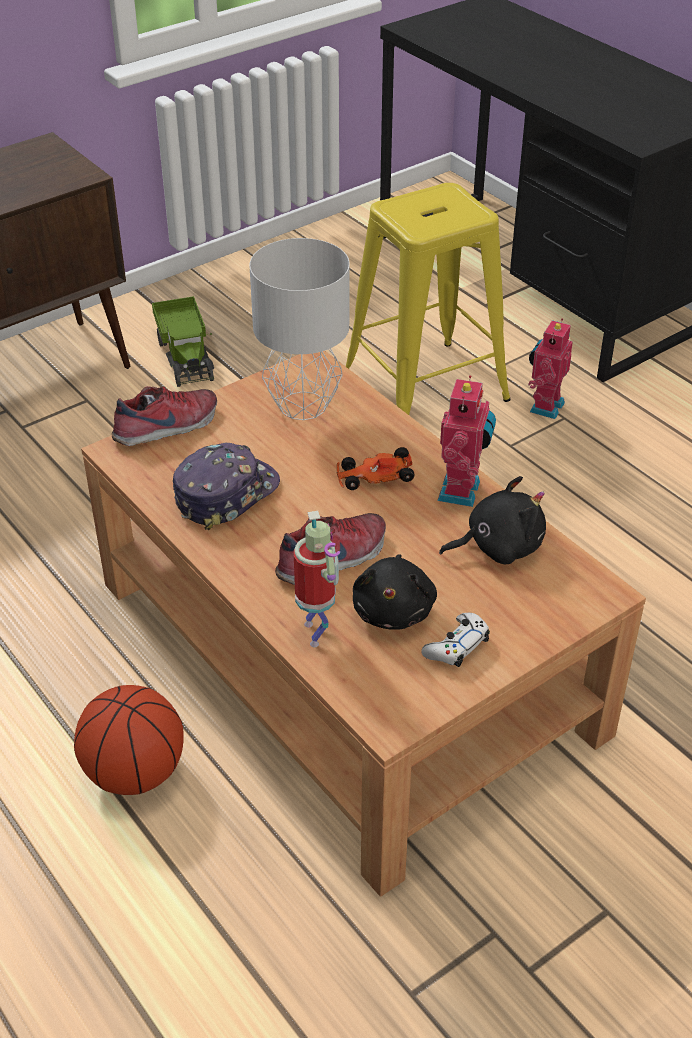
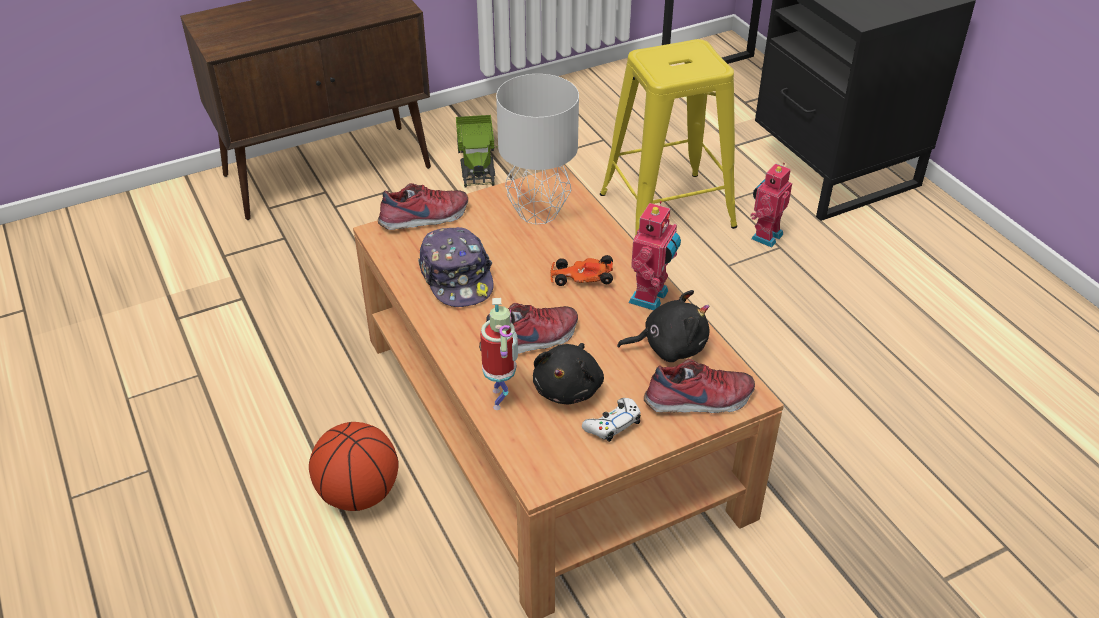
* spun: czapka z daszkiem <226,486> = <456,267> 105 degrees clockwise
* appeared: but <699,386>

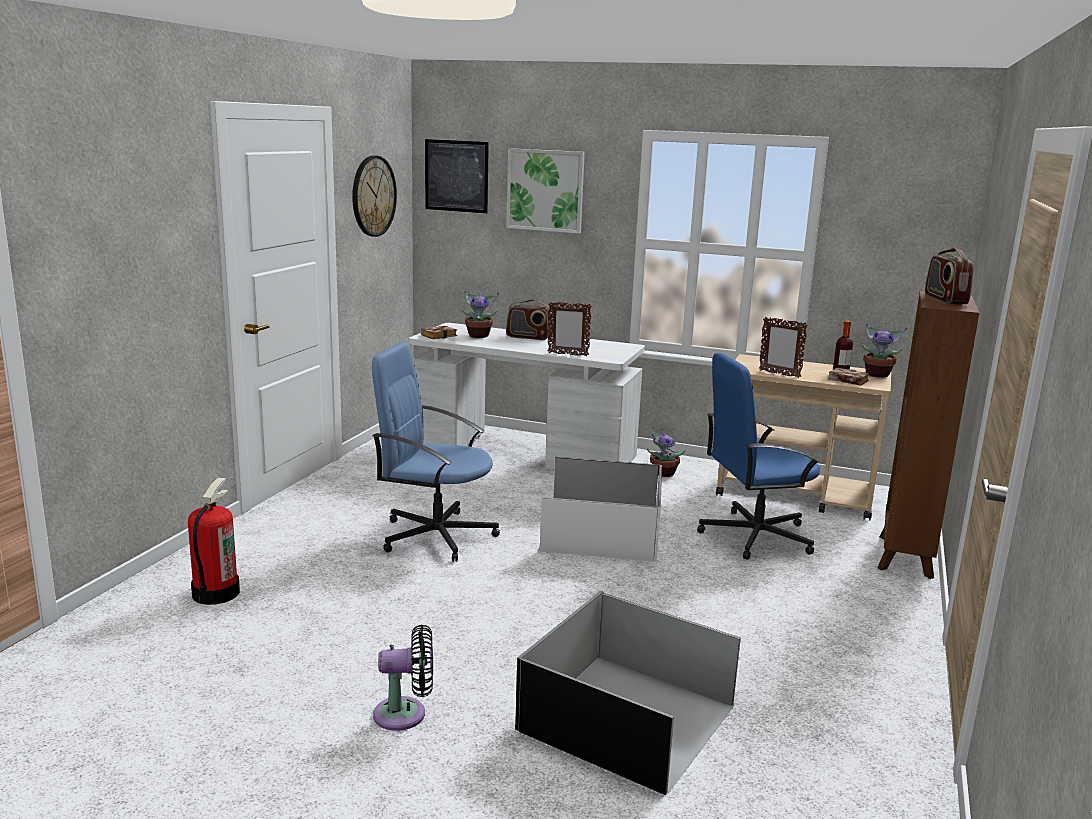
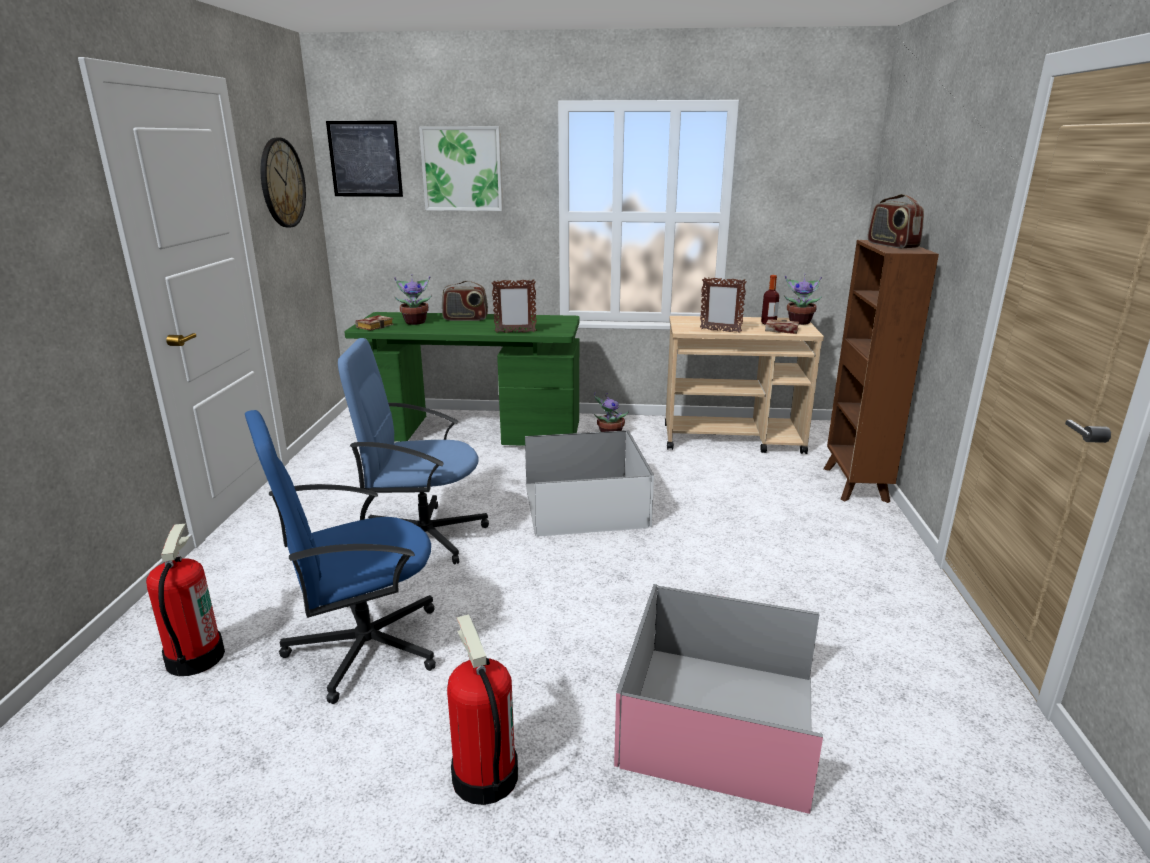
* relocated: krzesło biurowe (niebieski) <758,456> to <340,557>
* colour: biurko (biały) <527,396> to biurko (zielony) <462,379>
* exchanged: wentylator (czarny) <403,677> to gaśnica <482,709>
* colour: pojemnik do przechowywania (czarny) <628,693> to pojemnik do przechowywania (różowy) <718,699>

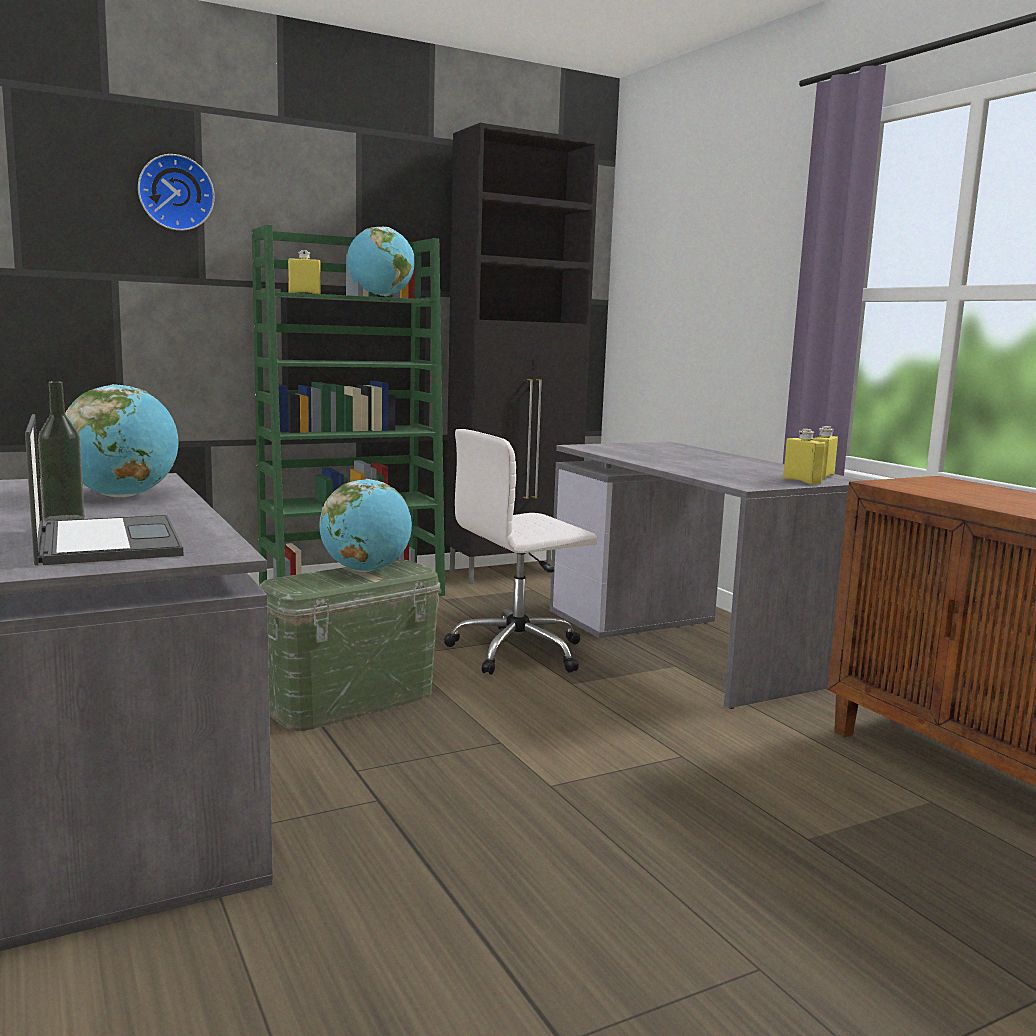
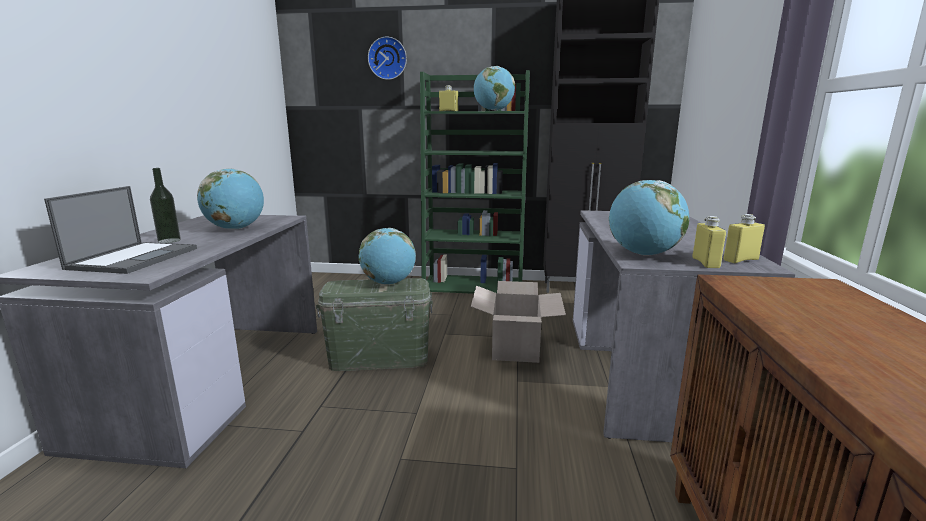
* exchanged: krzesło biurowe (biały) <520,552> to karton <518,322>
* appeared: globus <649,218>

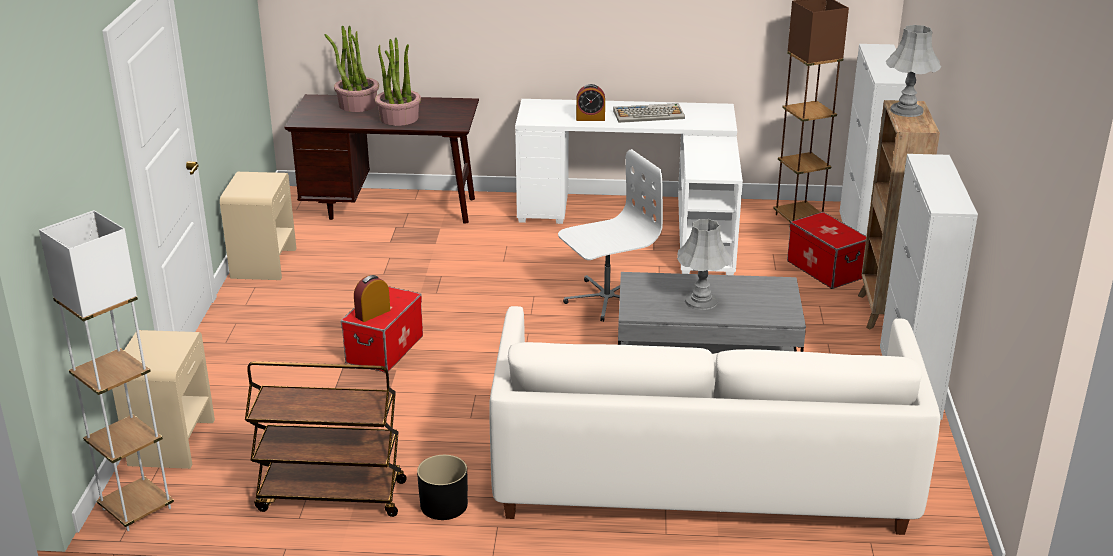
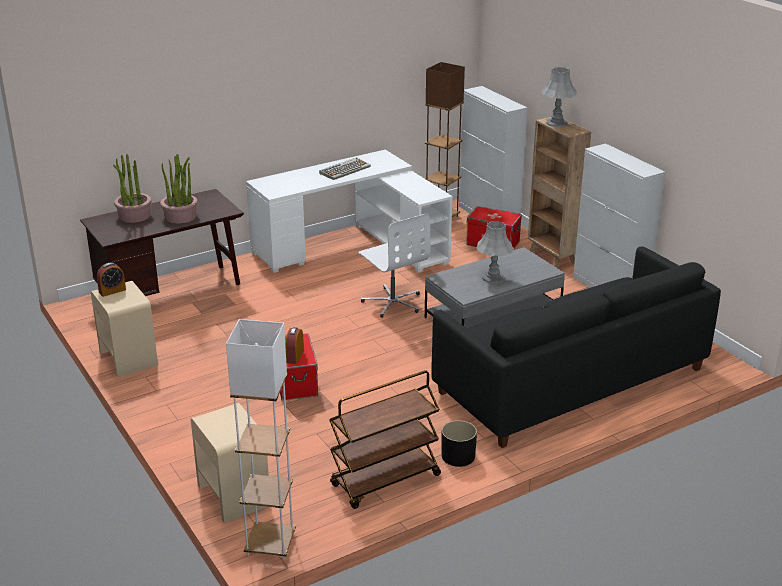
* relocated: budzik <590,102> to <111,280>
* spun: krzesło biurowe (biały) <610,235> = <394,265> 120 degrees clockwise
* colour: kanapa (biały) <714,420> to kanapa (czarny) <576,347>

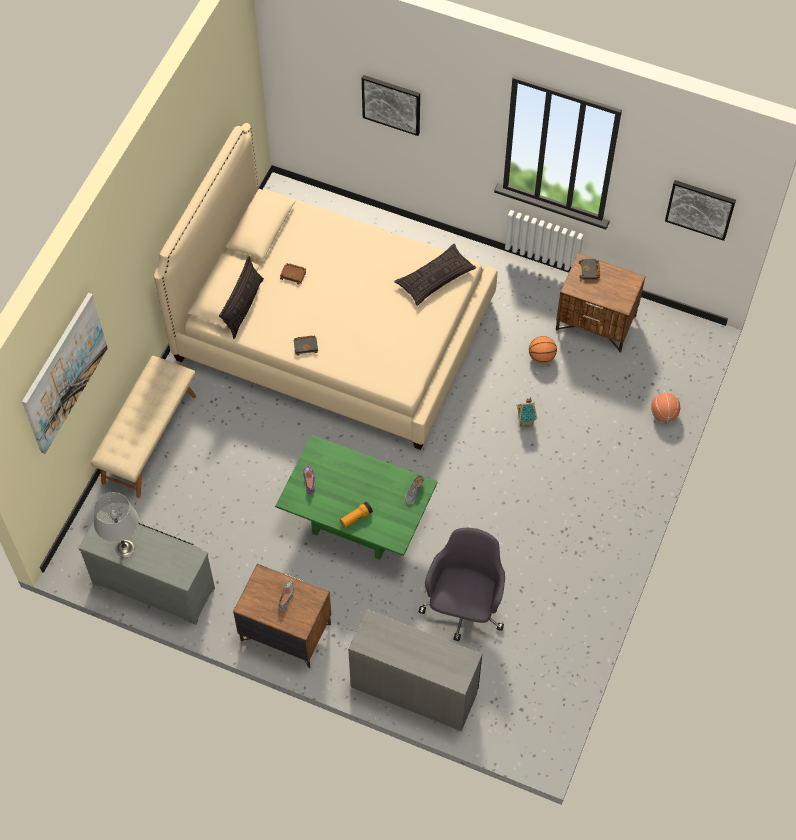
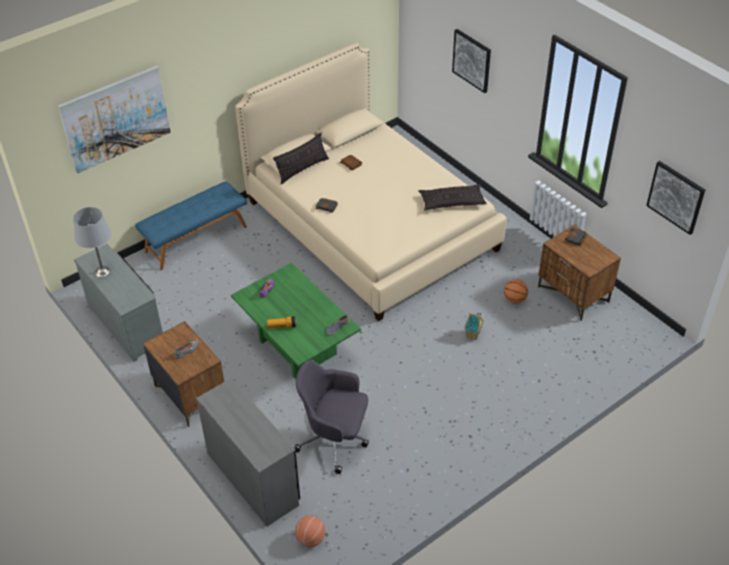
* colour: ławka (beżowy) <143,426> to ławka (niebieski) <191,225>
* spun: krzesło biurowe (szary) <462,584> = <331,417> 120 degrees counterclockwise
* relocated: piłka do koszykówki <665,407> to <310,531>

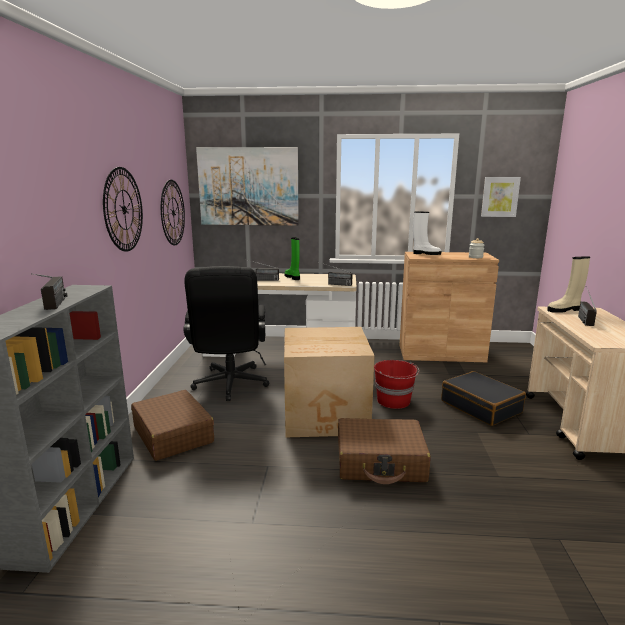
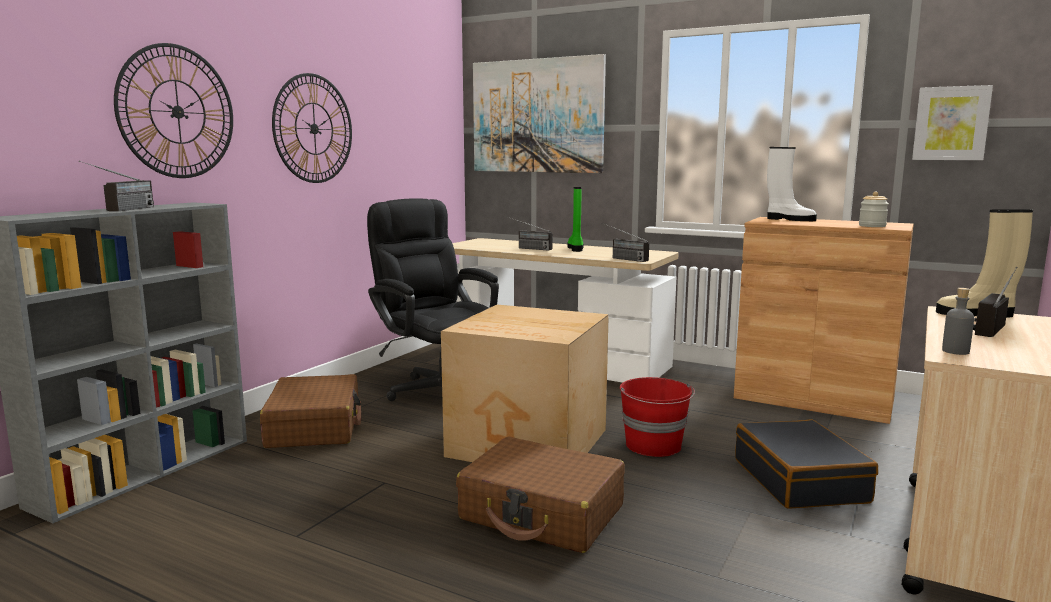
* relocated: zegar ścienny <173,212> to <173,110>
* spun: krzesło biurowe (czarny) <226,333> = <433,299> 120 degrees clockwise
* appeared: butelka (szary) <958,321>

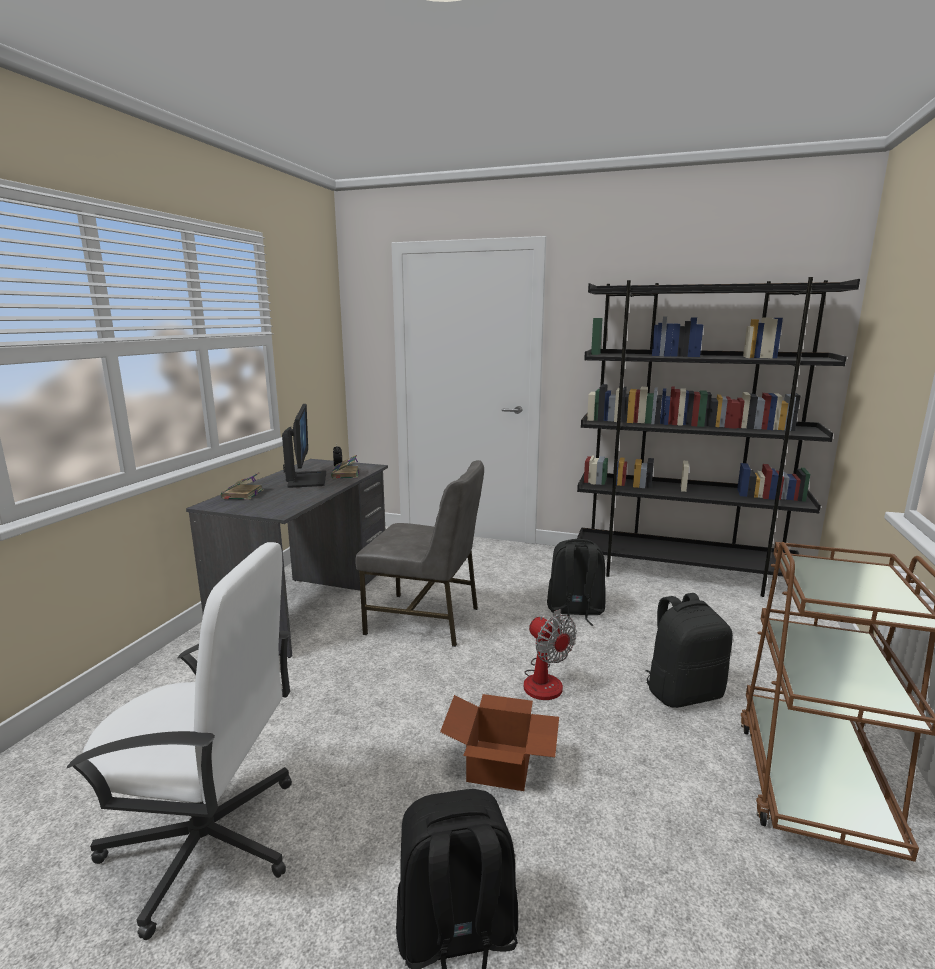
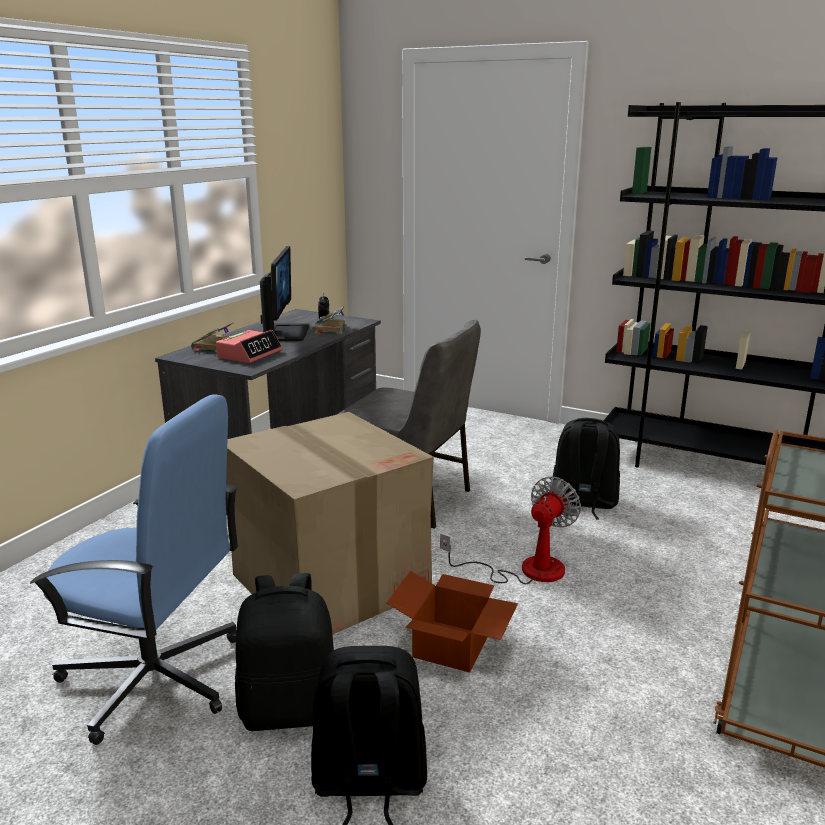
* colour: krzesło biurowe (biały) <179,741> to krzesło biurowe (niebieski) <134,570>
* appeared: budzik <249,346>
* appeared: karton <330,523>
* relocated: plecak (czarny) <689,650> to <284,652>
* spun: wentylator <550,654> = <510,530> 120 degrees counterclockwise

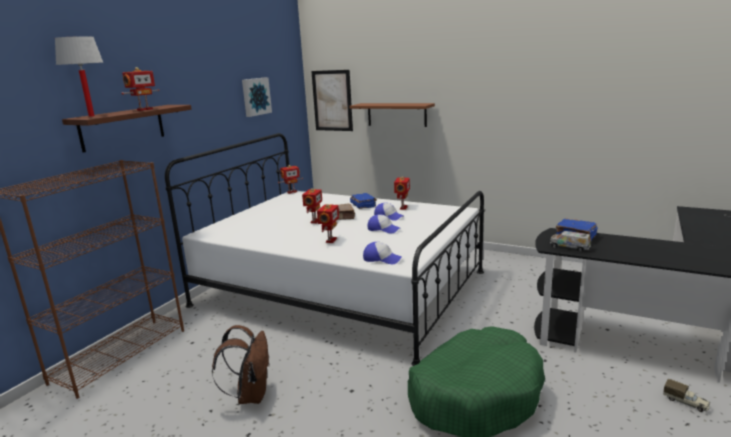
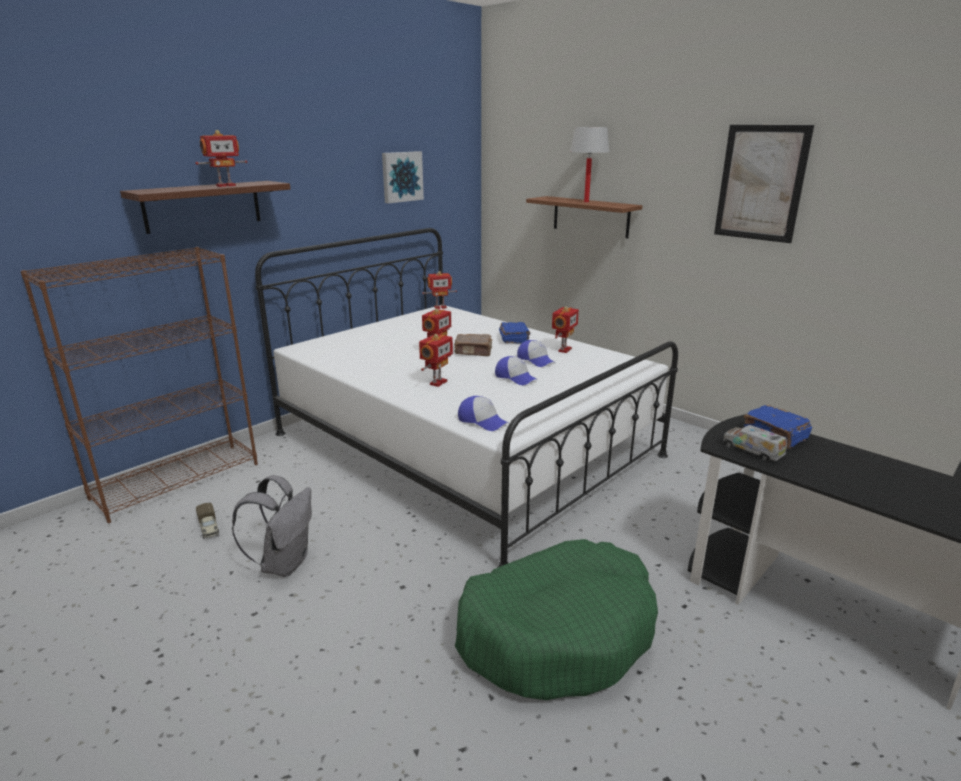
* relocated: ciężarówka zabawkowa <686,395> to <207,520>
* colour: plecak (brązowy) <241,364> to plecak (szary) <272,526>
* relocated: lampa stołowa (biały) <79,76> to <590,164>
* relocated: obraz <332,100> to <764,184>

